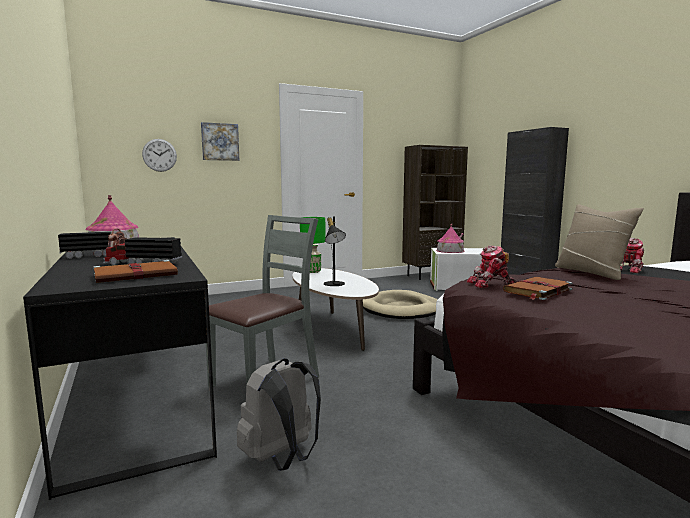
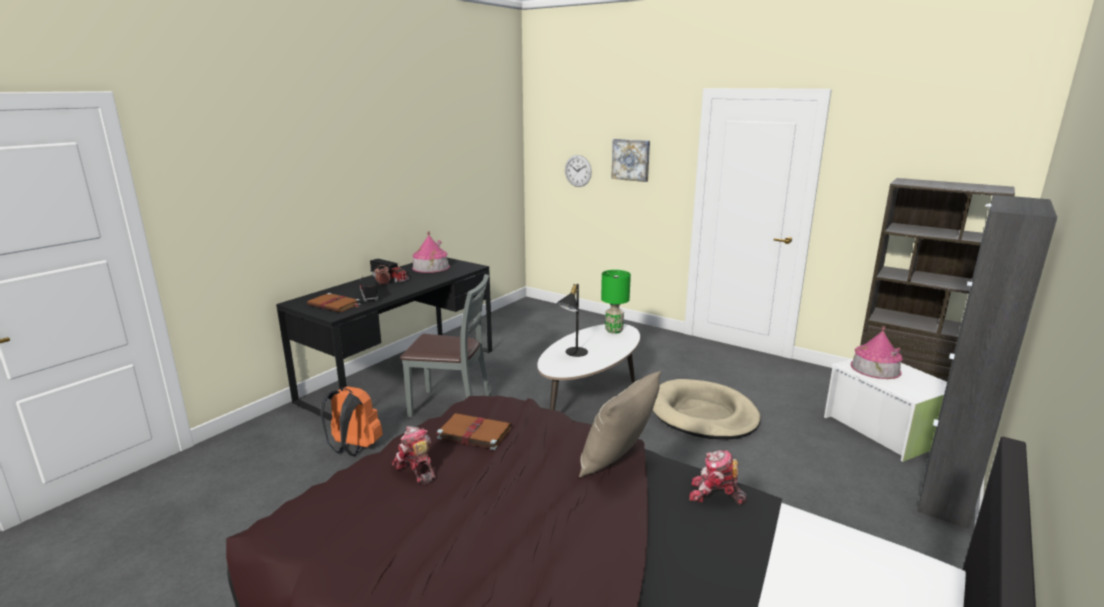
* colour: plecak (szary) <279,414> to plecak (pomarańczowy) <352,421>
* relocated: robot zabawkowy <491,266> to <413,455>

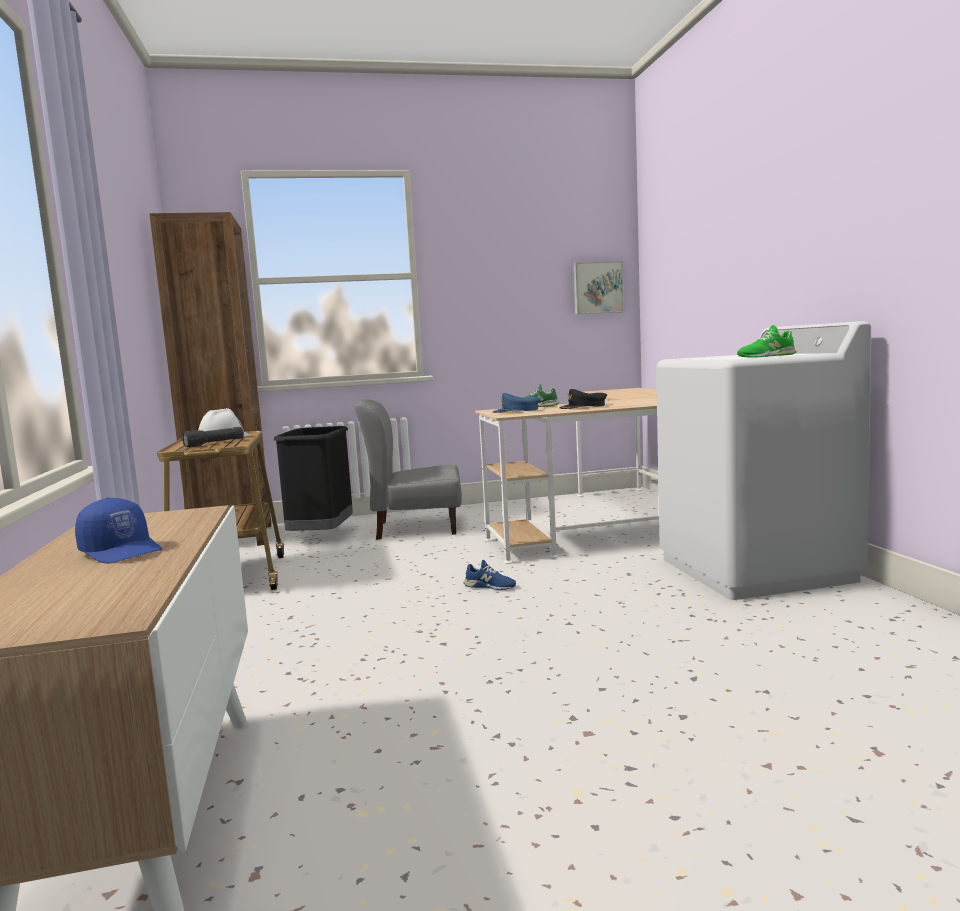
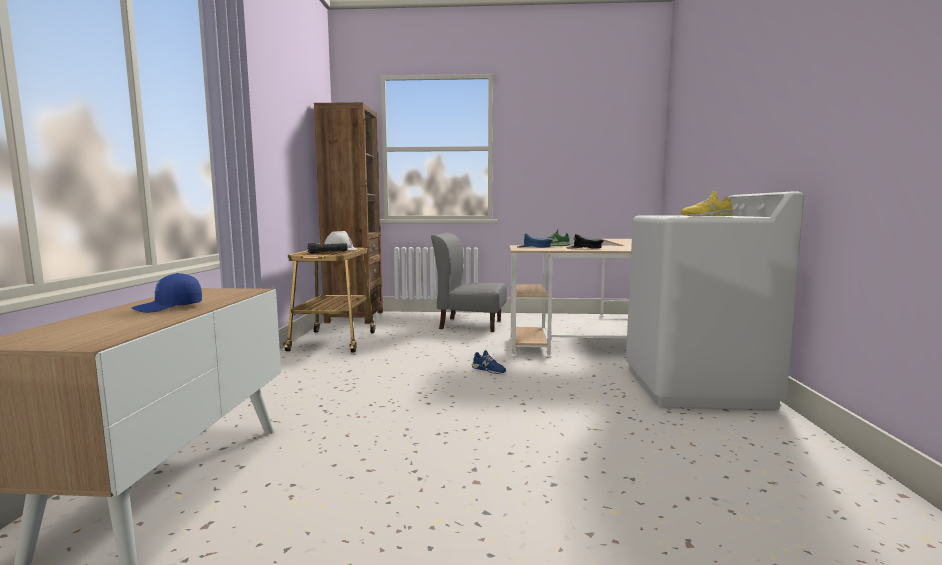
* spun: czapka z daszkiem (niebieski) <119,530> = <167,293> 90 degrees clockwise
* colour: but (zielony) <766,341> to but (żółty) <707,204>
* missing: kosz na śmieci (czarny) <313,478>
* missing: obraz <598,287>

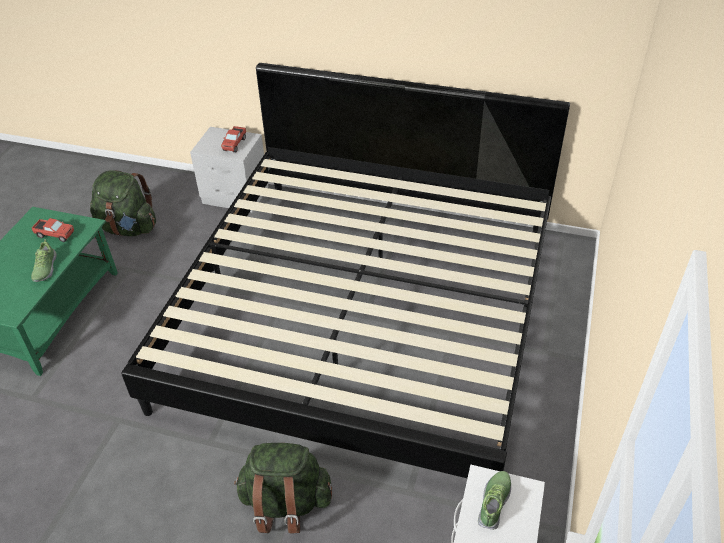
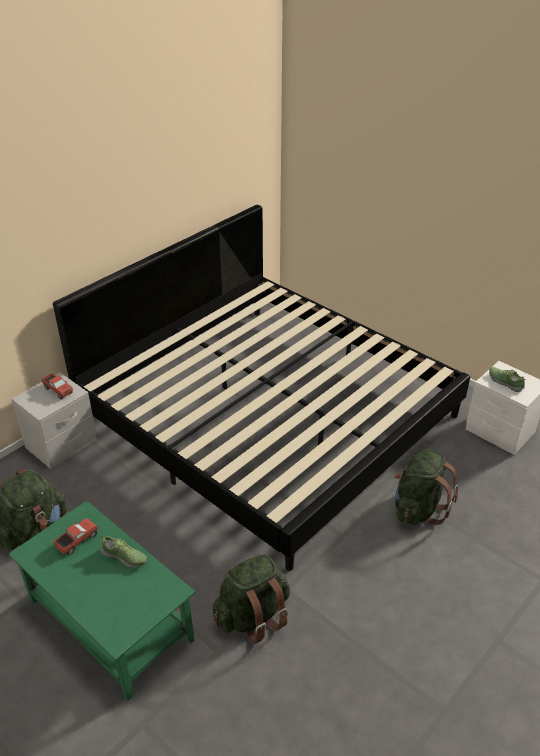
* appeared: plecak (zielony) <251,599>

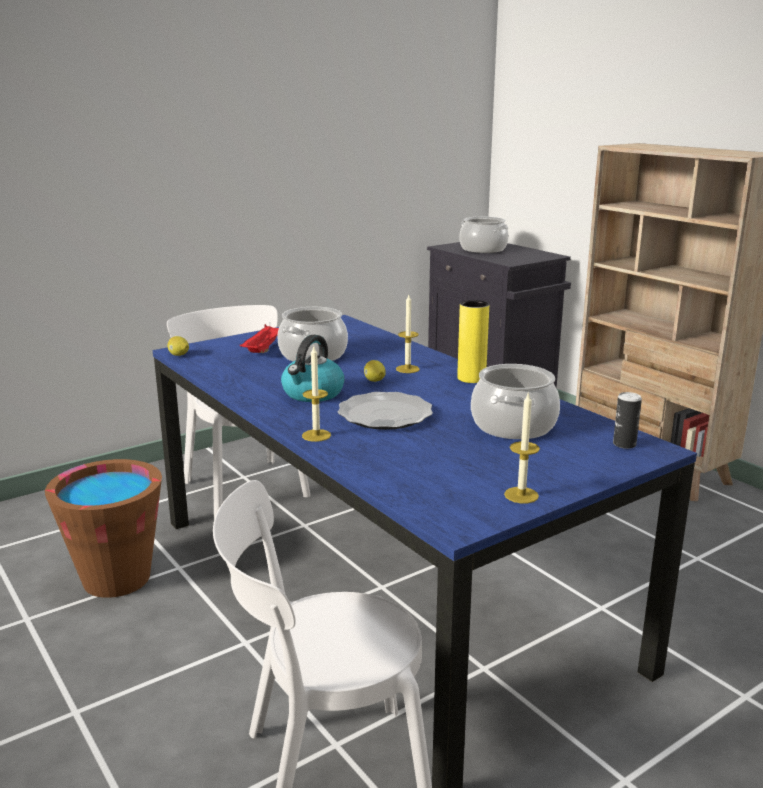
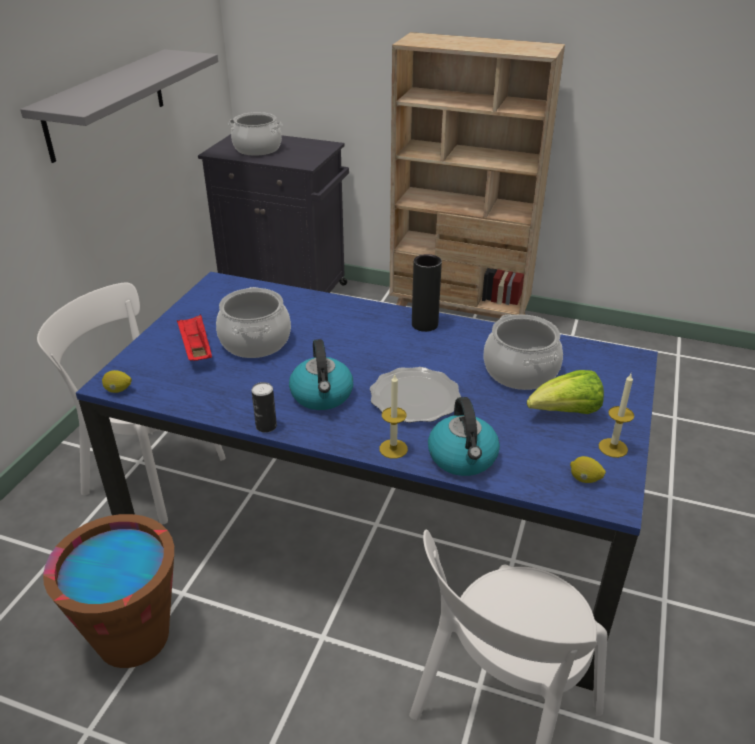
* appeared: półka (szary) <119,106>
* relocated: puszka <627,420> to <264,407>
* colour: wazon (żółty) <473,341> to wazon (czarny) <427,293>
* appeared: czajnik <464,436>
* appeared: sałata <565,392>
* relocated: cytryna <375,371> to <588,469>
* missing: świeca <408,334>

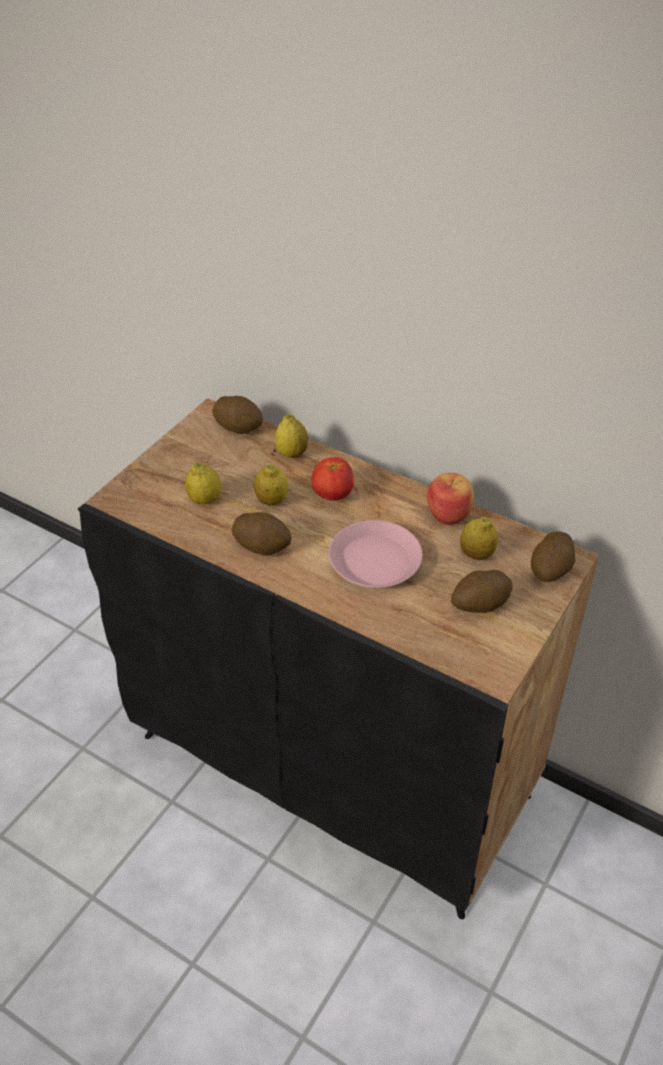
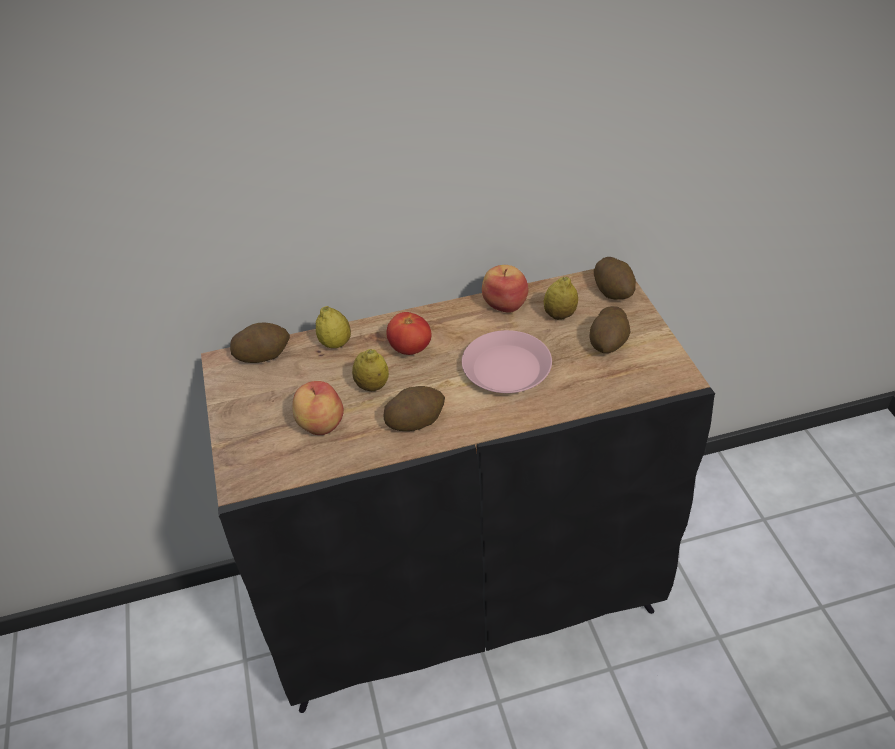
* exchanged: cytryna <203,483> to jabłko <318,408>

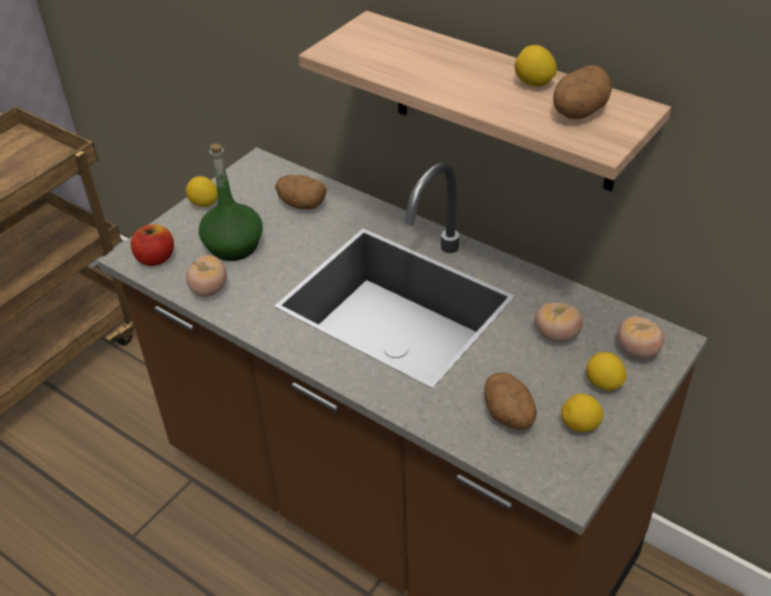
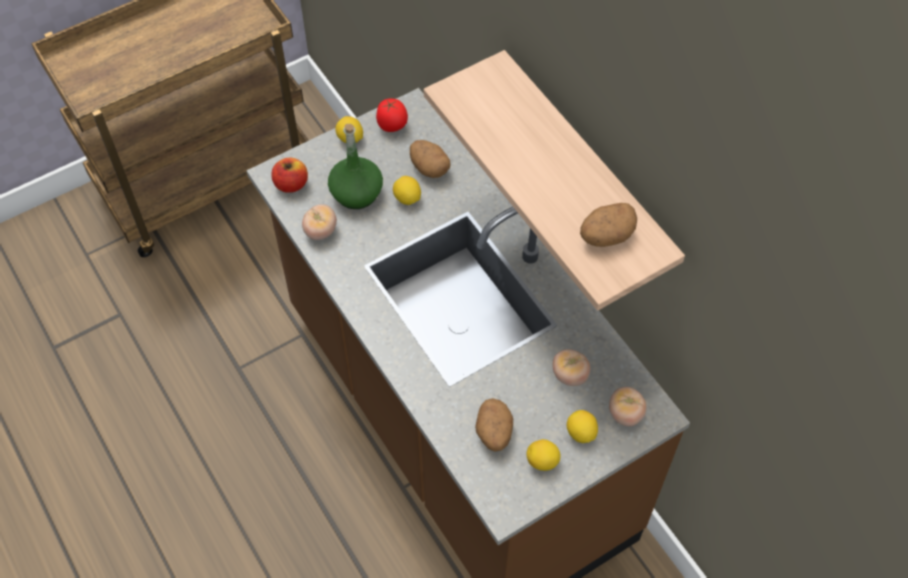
* appeared: pomidor <392,115>
* relocated: cytryna <536,66> to <407,190>

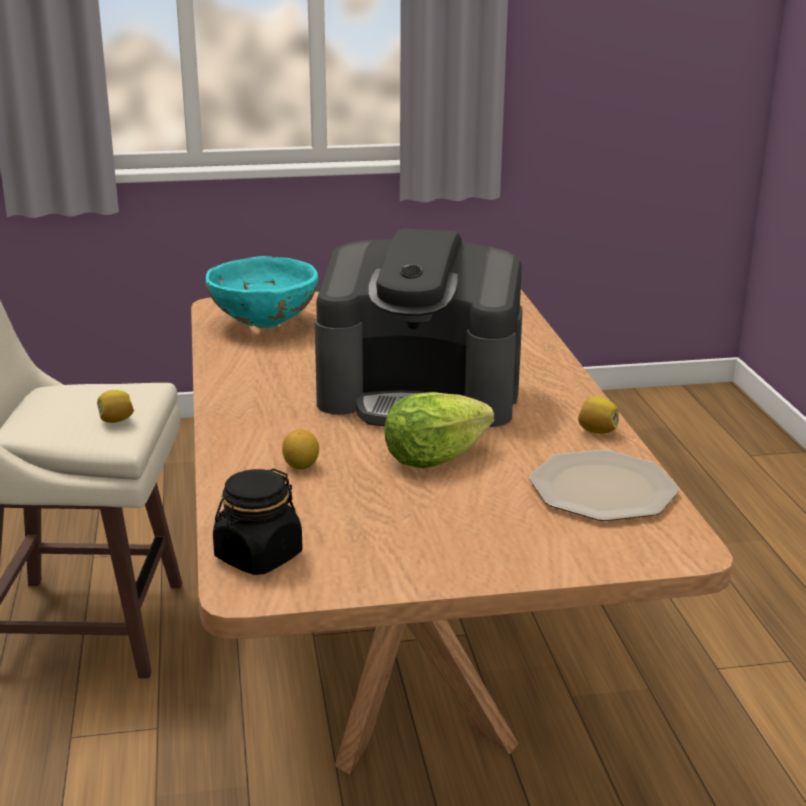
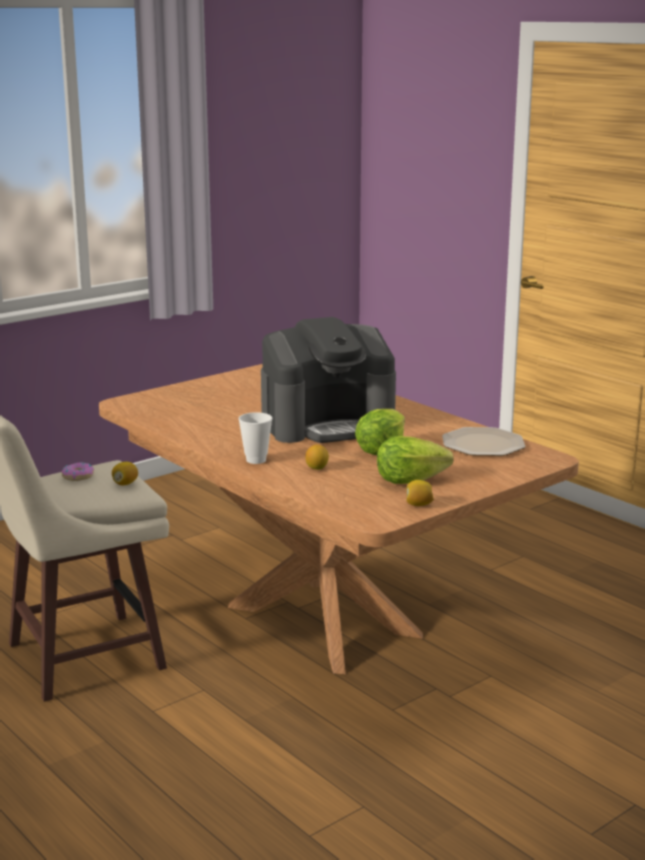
* appeared: donut <77,471>
* appeared: filiżanka <255,438>
* appeared: sałata <415,460>
* relocated: cytryna <598,415> to <420,493>
* missing: miska (turkusowy) <262,292>
* missing: słoik (czarny) <257,521>

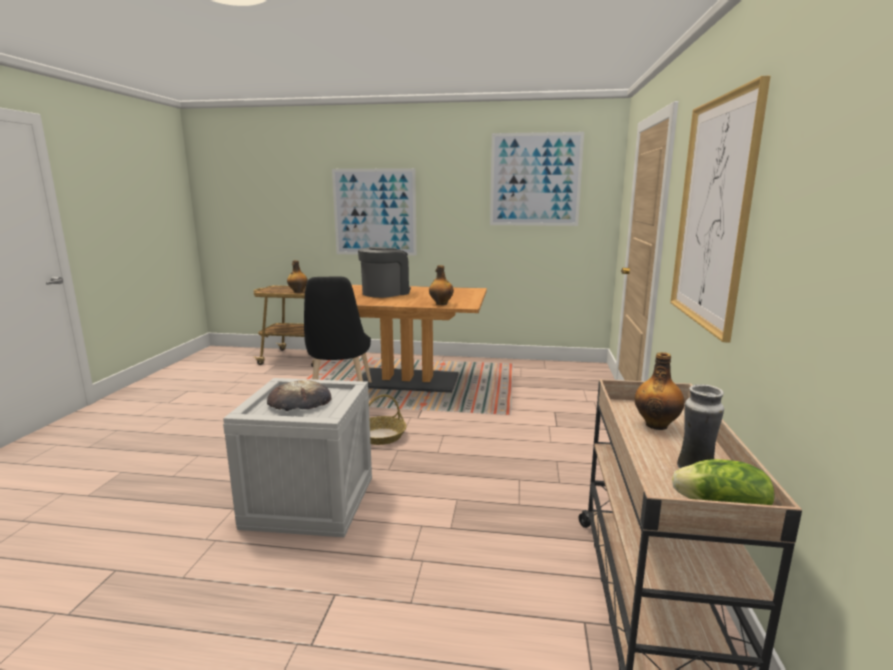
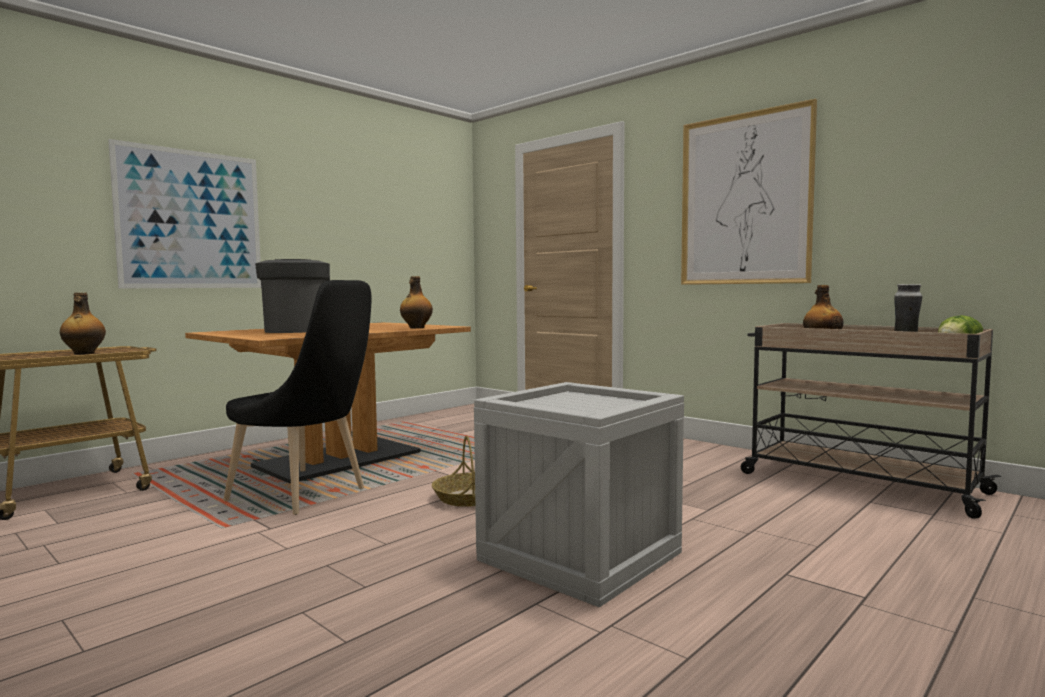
* missing: chleb <299,395>
* missing: obraz <537,179>

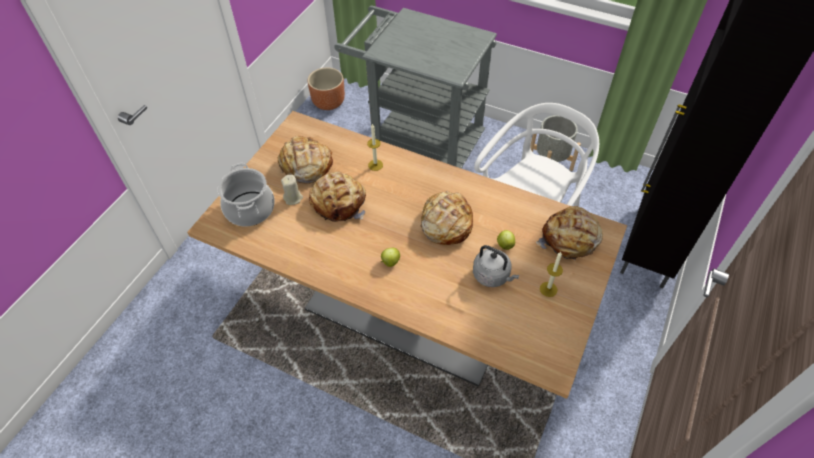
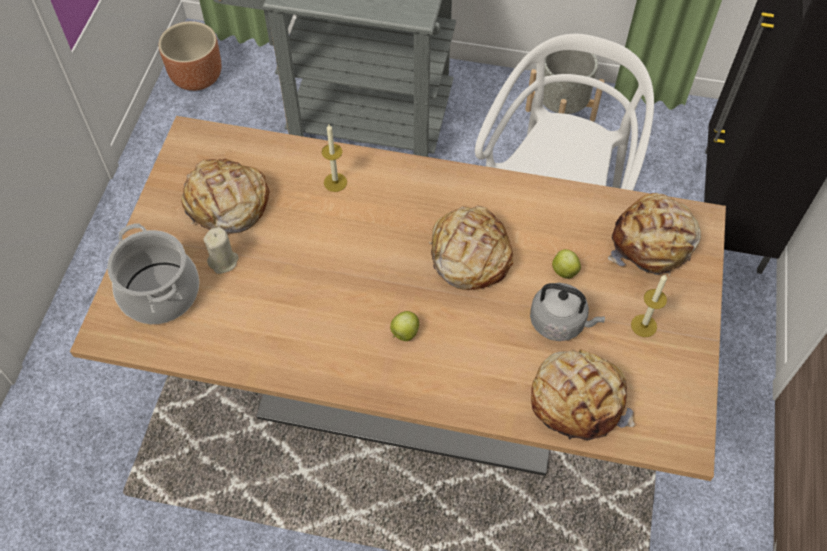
* relocated: chleb <337,197> to <583,394>

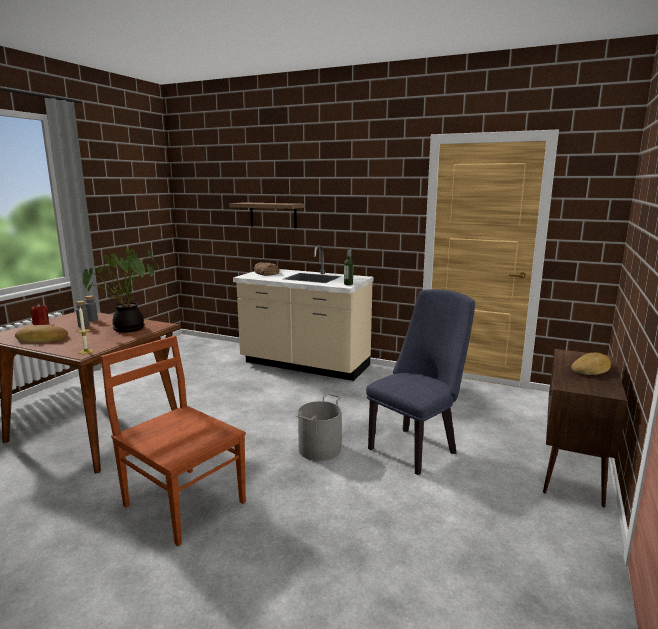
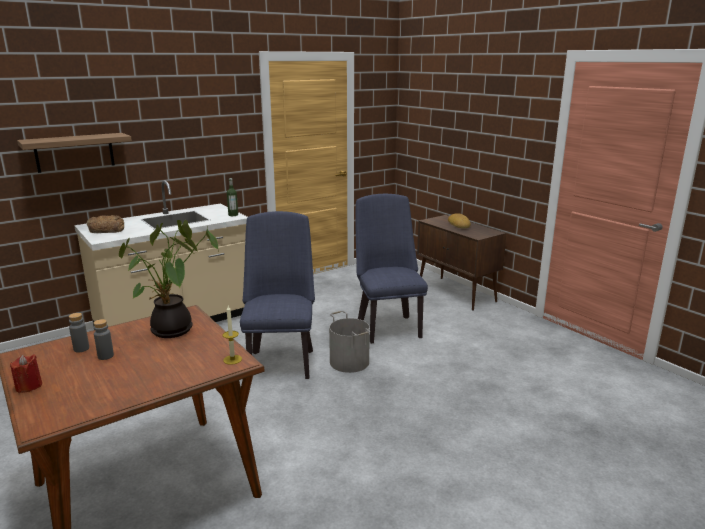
* appeared: krzesło (niebieski) <277,295>
* missing: chleb <41,334>
* missing: krzesło (brązowy) <173,441>

